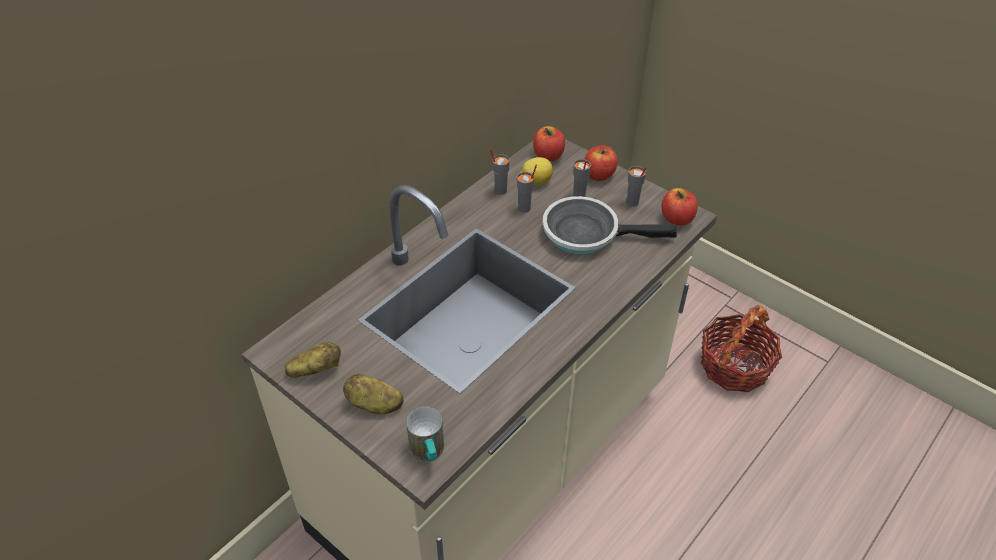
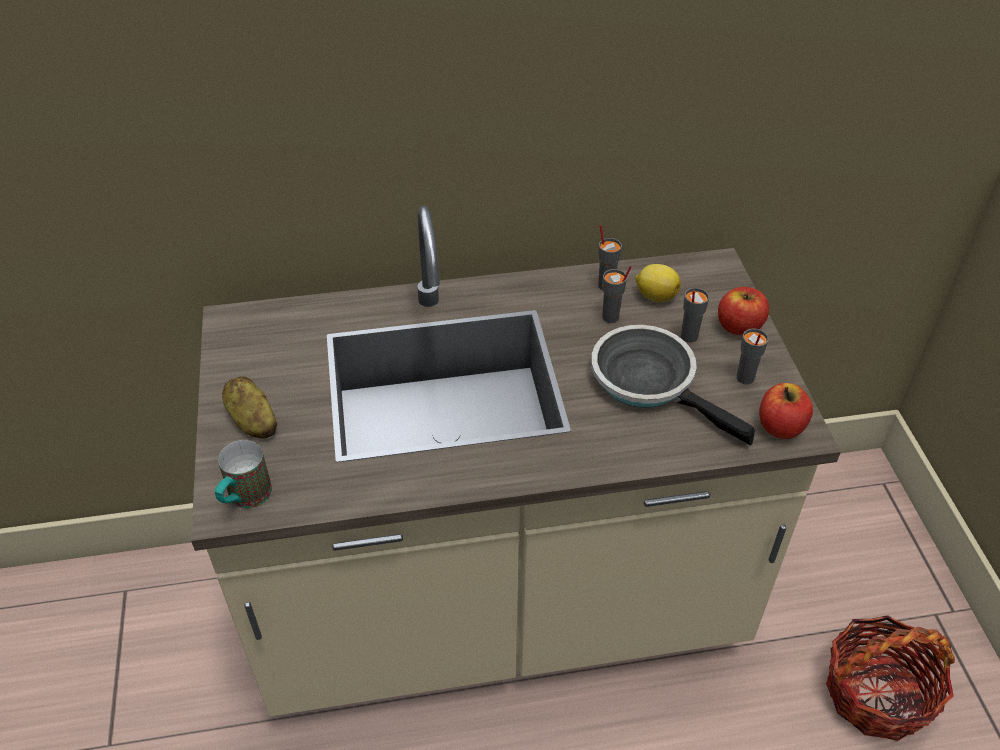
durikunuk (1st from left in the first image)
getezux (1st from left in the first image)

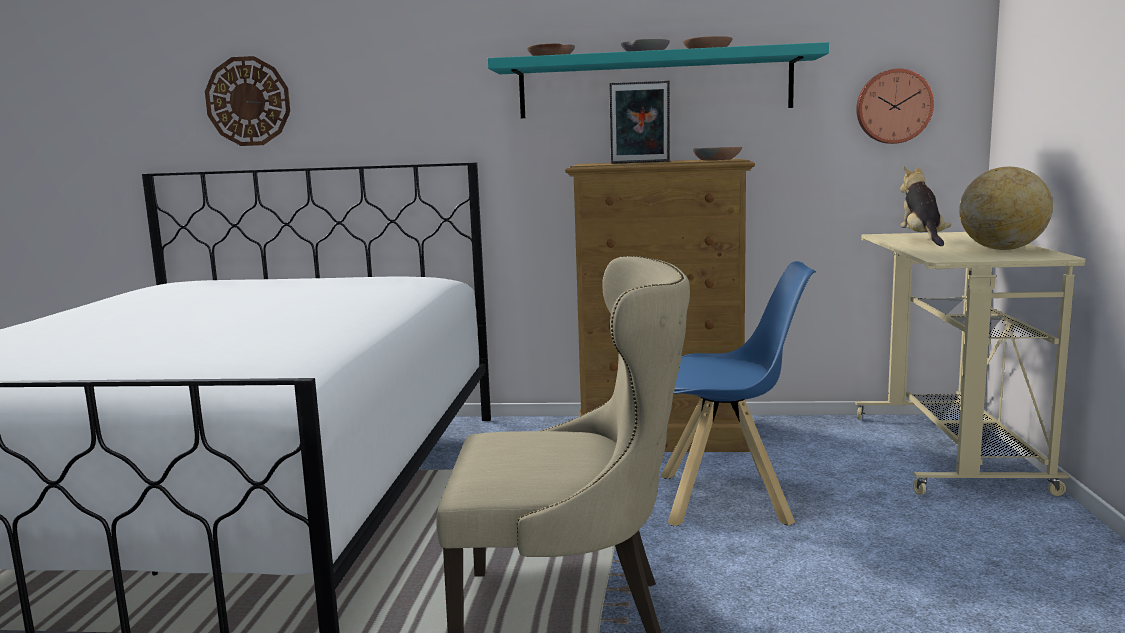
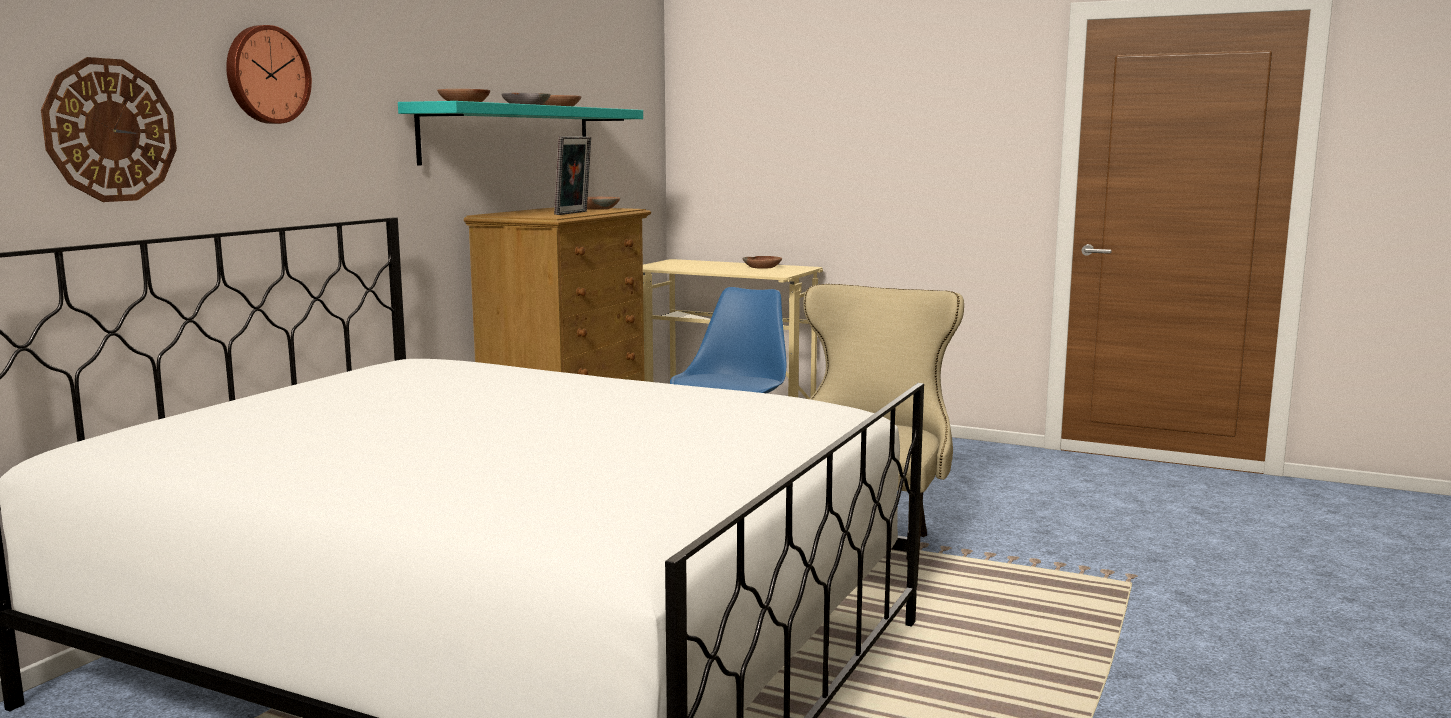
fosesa (2nd from left)
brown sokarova (4th from left)
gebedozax

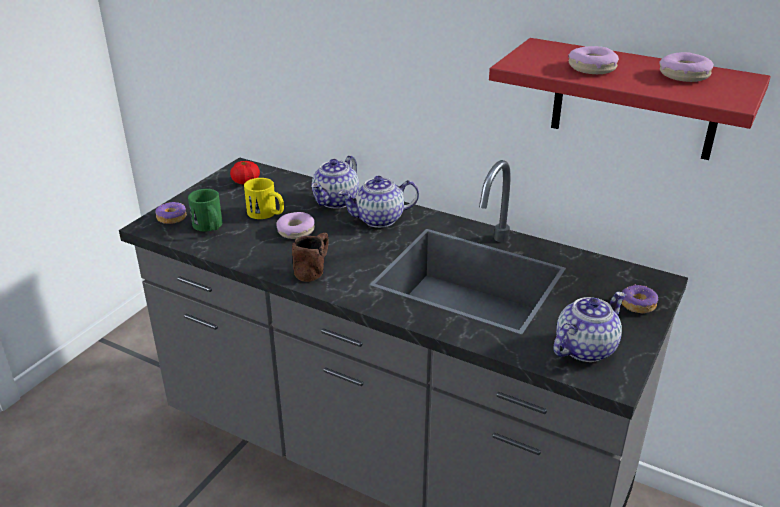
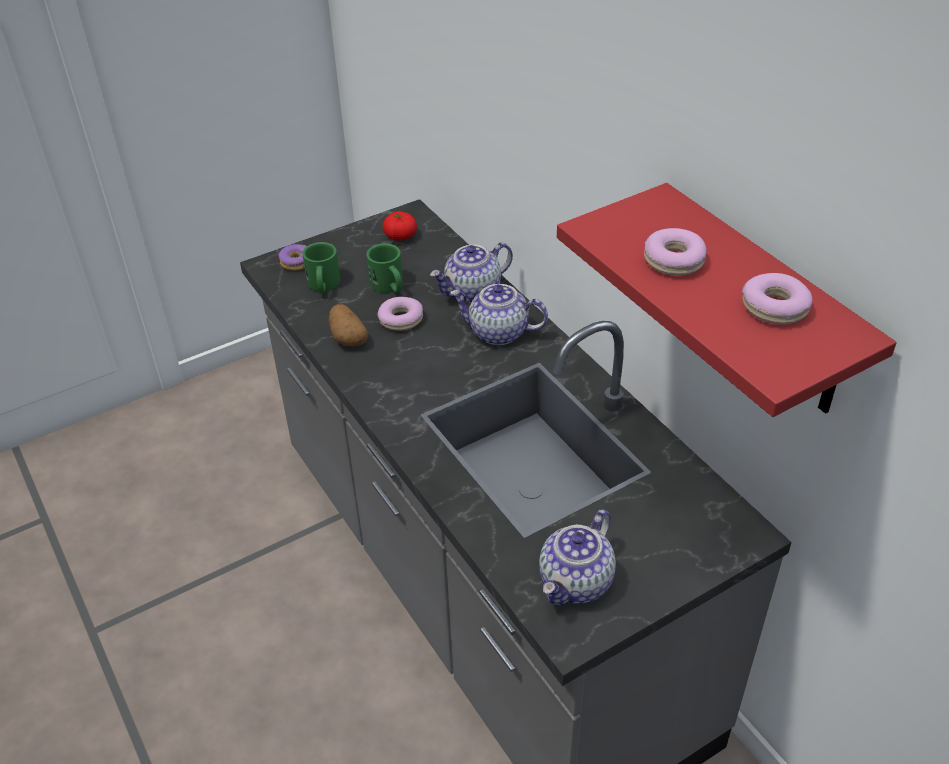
durikunuk
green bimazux (2nd from left)
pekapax (3rd from left)
brown bimazux
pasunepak (4th from left in the first image)

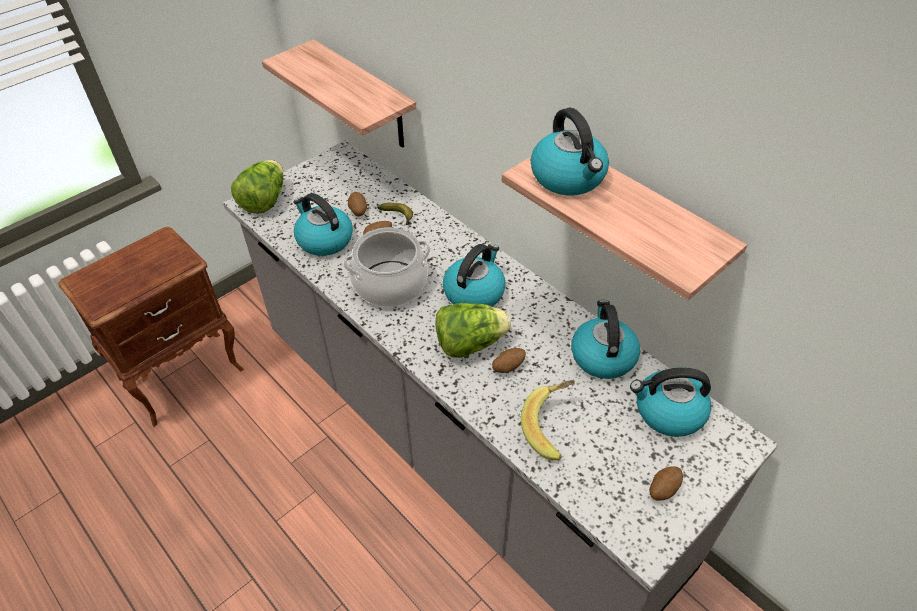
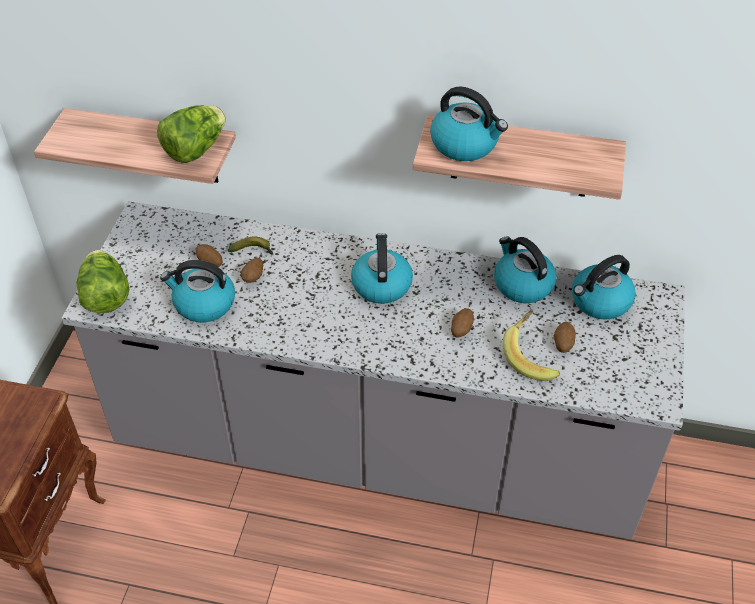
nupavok (2nd from left)
durikunuk (4th from left)
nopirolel

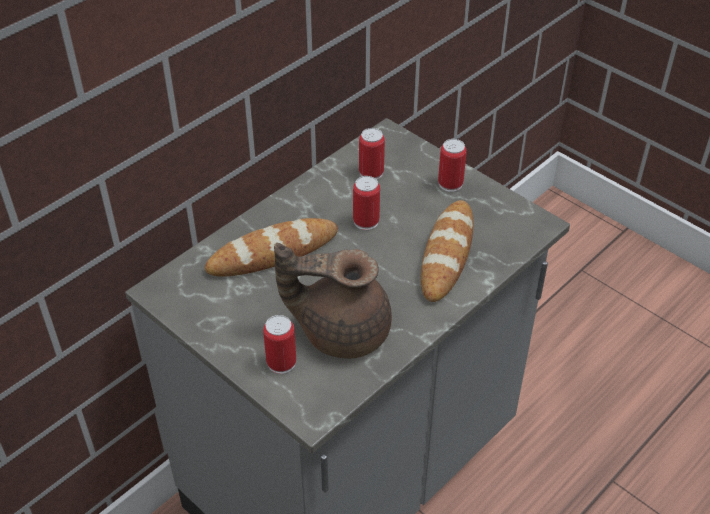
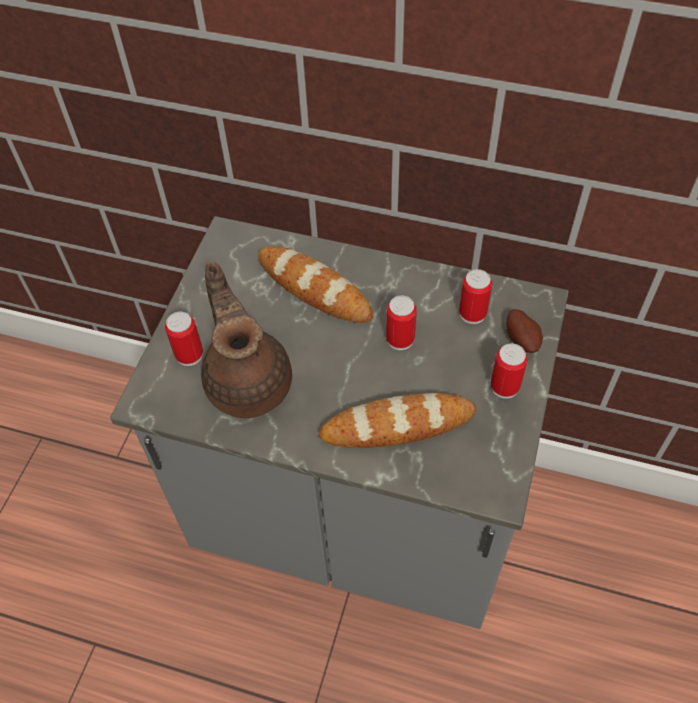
durikunuk

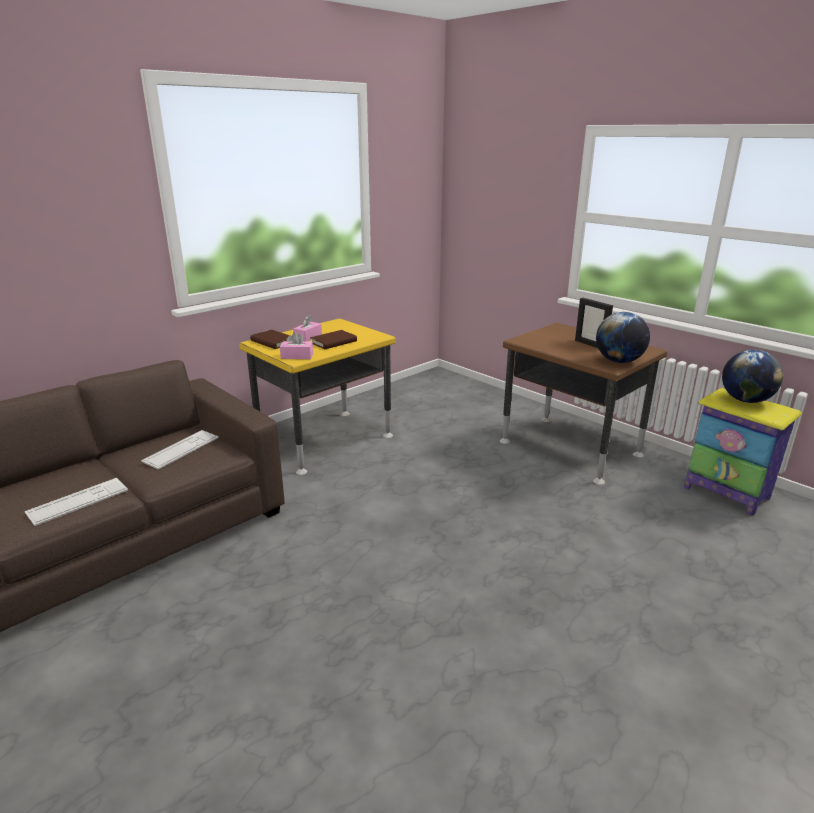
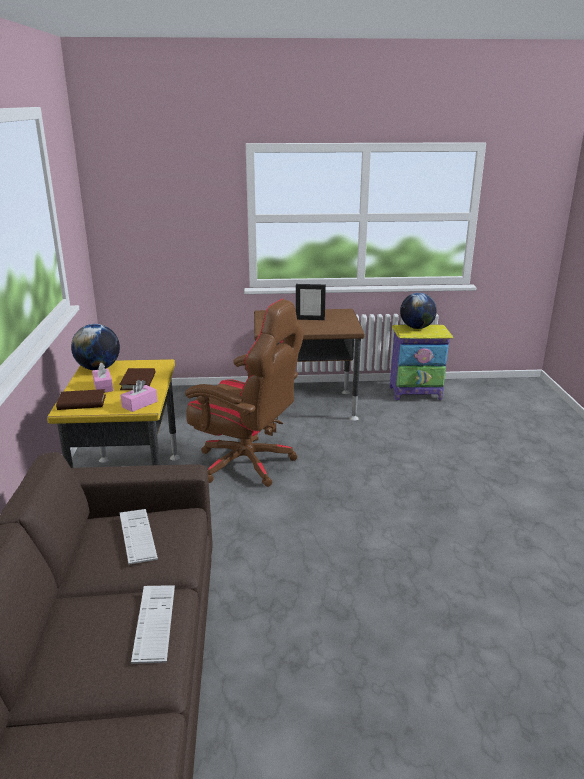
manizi (1st from left)
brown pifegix

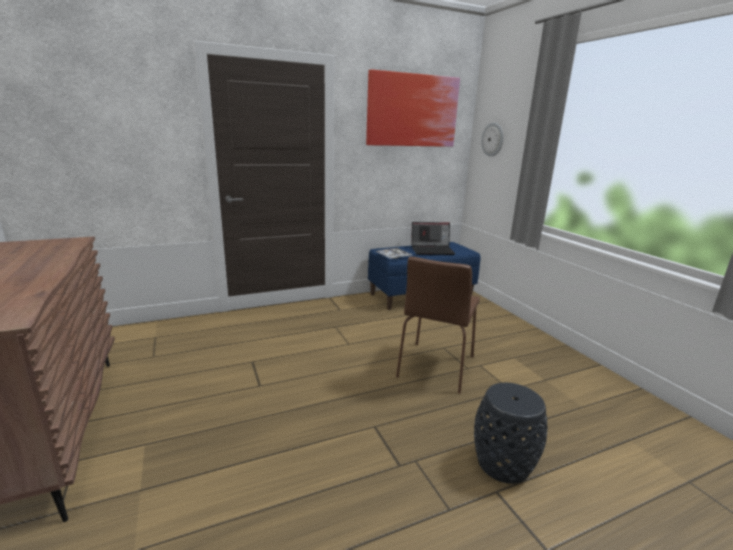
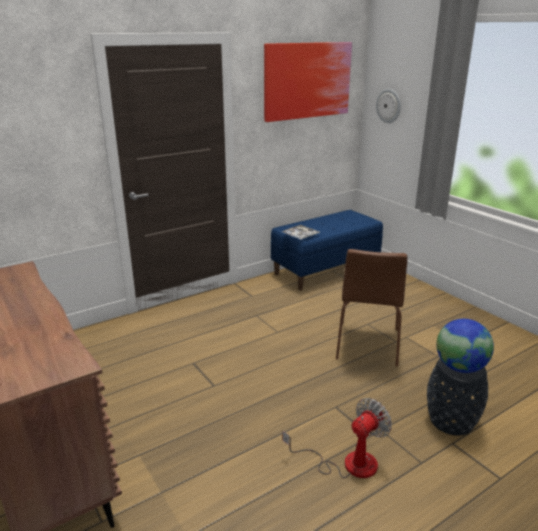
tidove
manizi
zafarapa

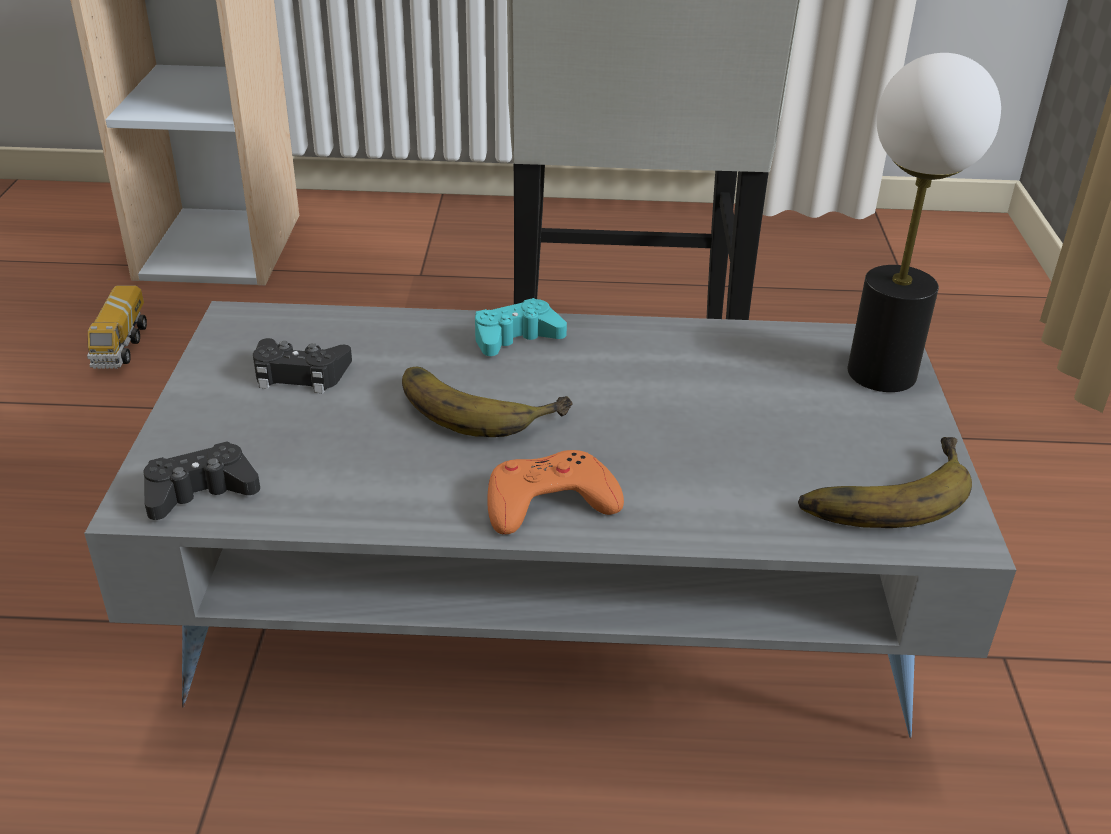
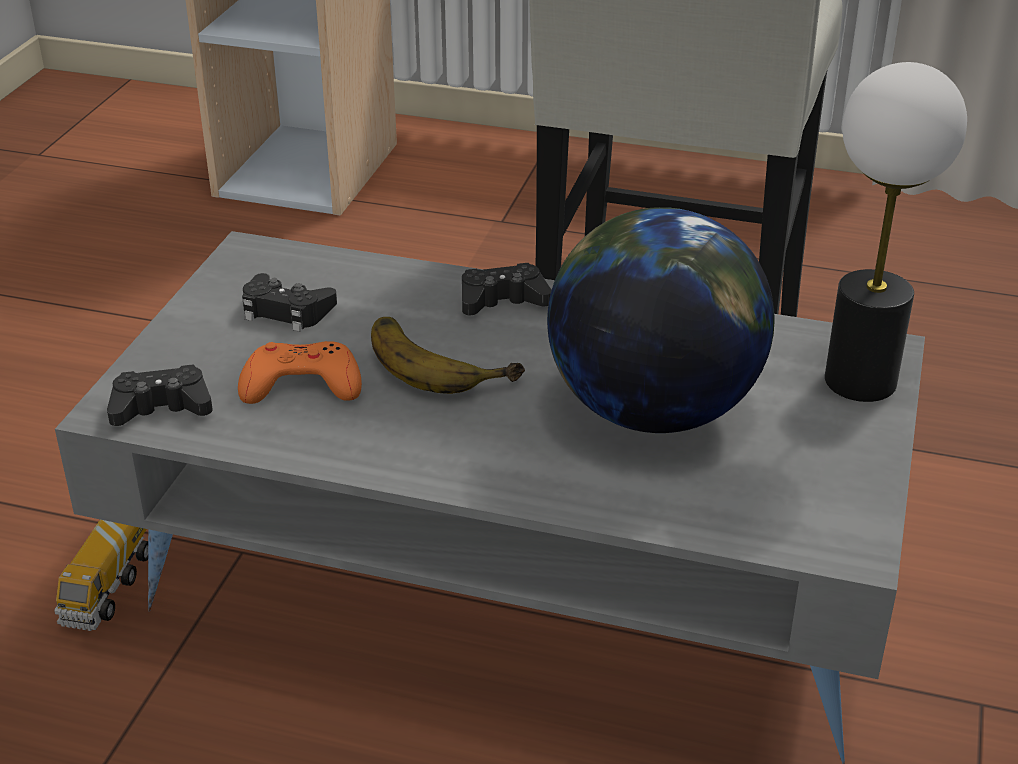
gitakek
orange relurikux
black relurikux (3rd from left)
manizi
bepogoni (2nd from left in the first image)

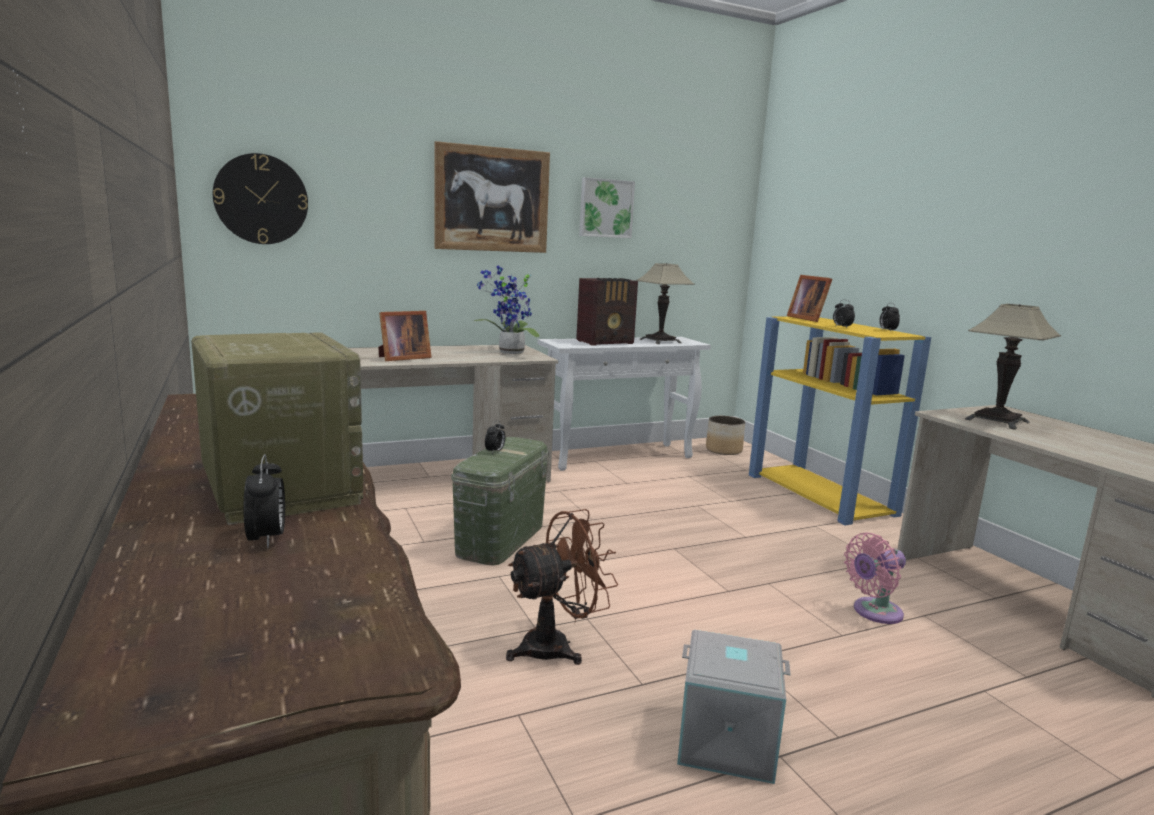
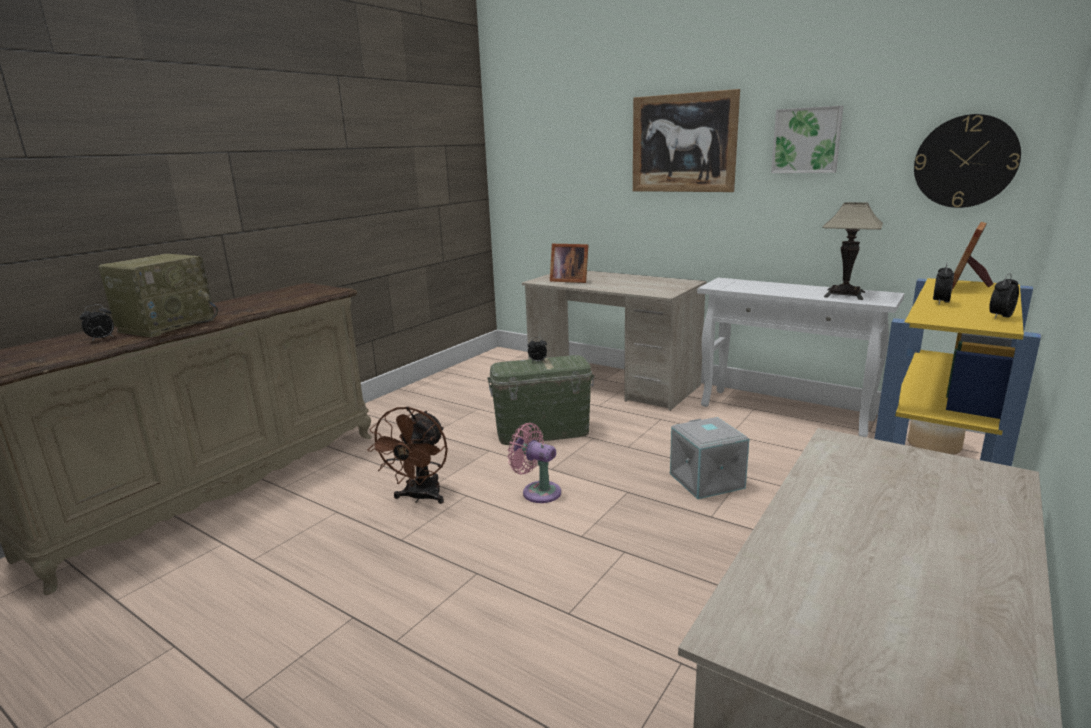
brown tidove
pink tidove
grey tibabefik
fosesa
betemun
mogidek (2nd from left in the first image)
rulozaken (2nd from left in the first image)

